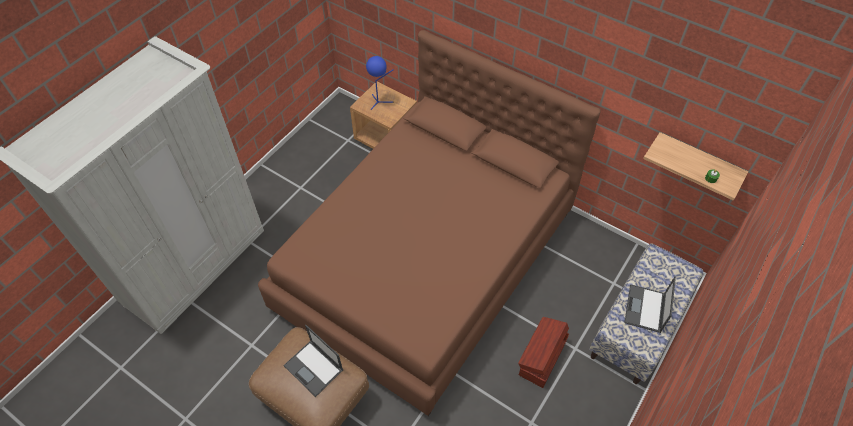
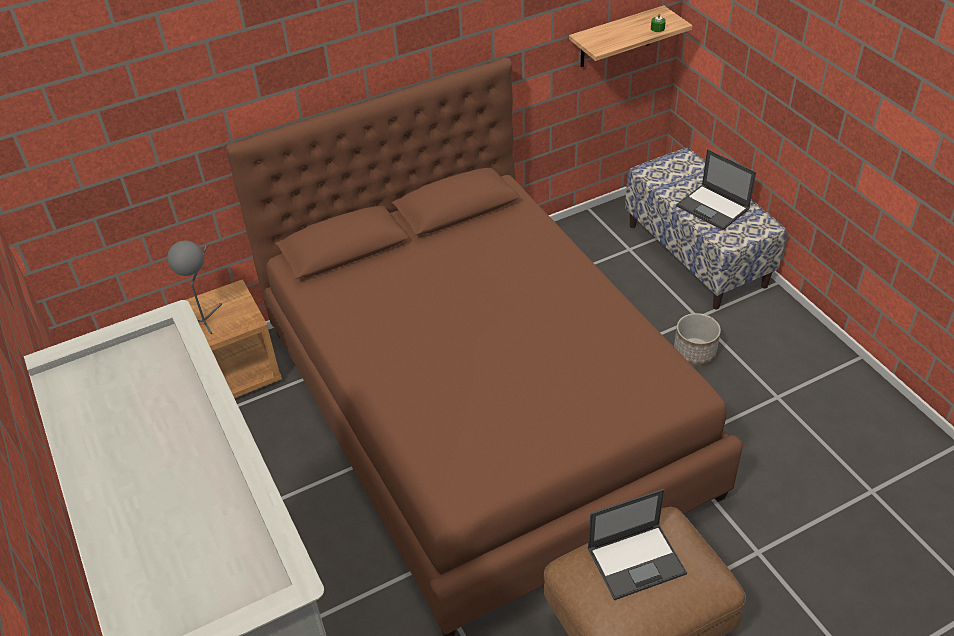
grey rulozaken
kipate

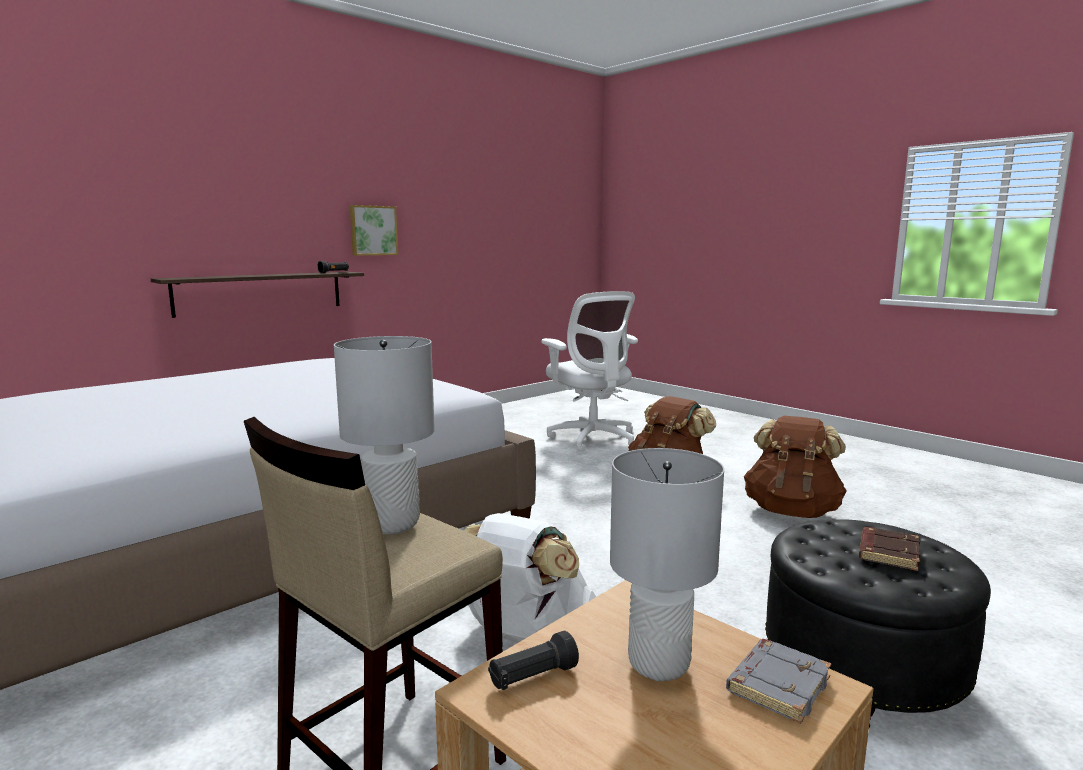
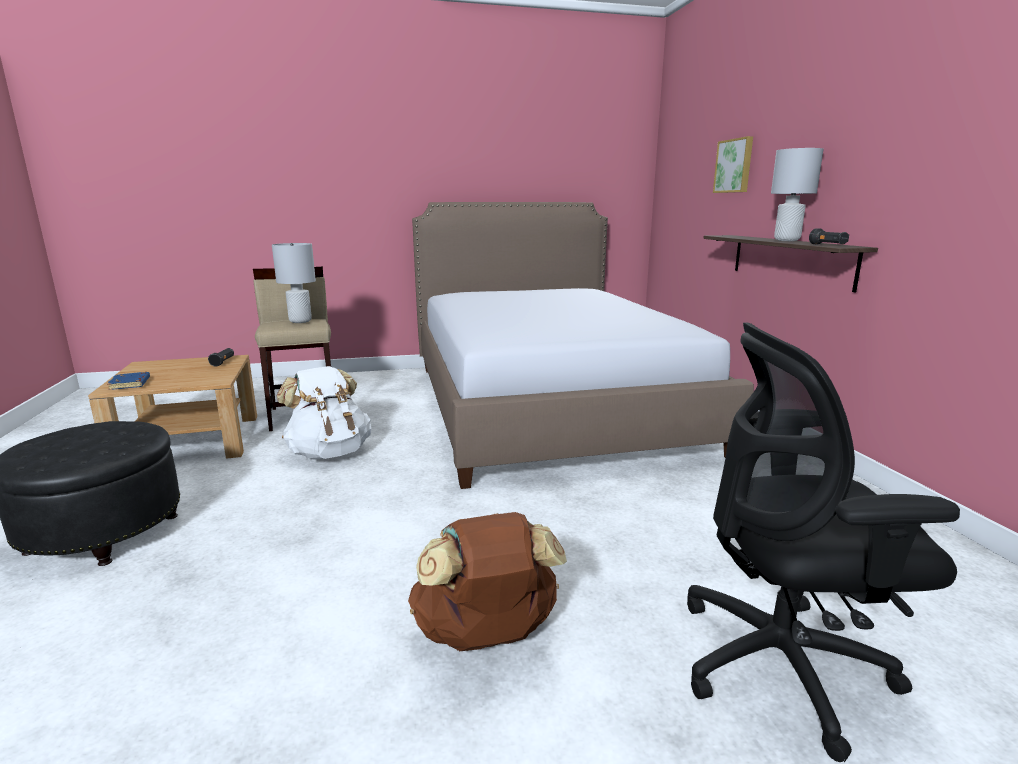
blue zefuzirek
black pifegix
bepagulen
grey rulozaken (2nd from left)
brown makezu (2nd from left in the first image)
brown zefuzirek

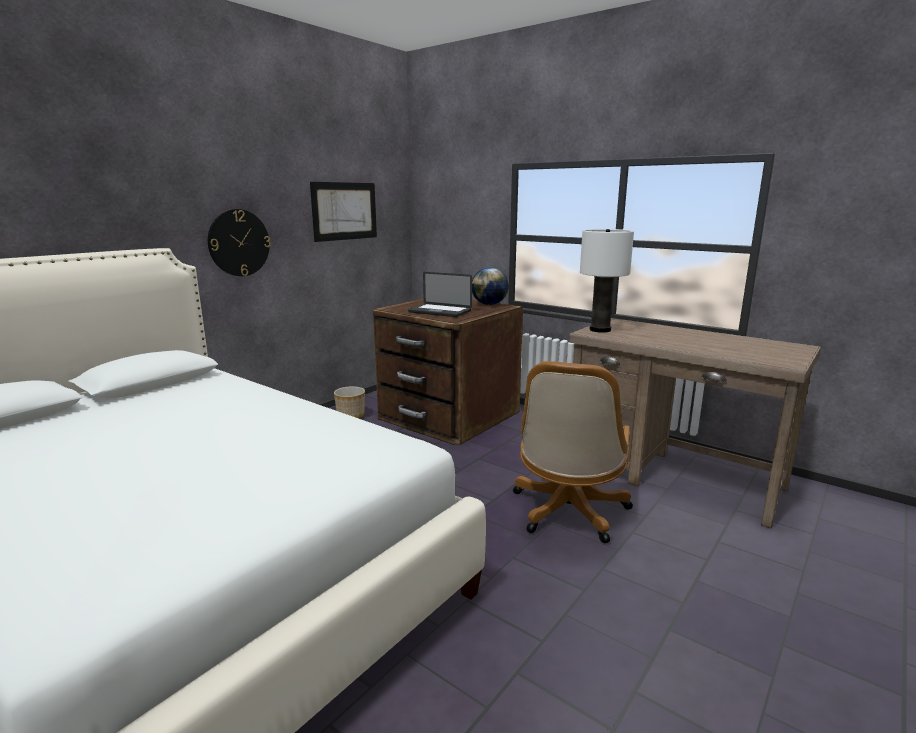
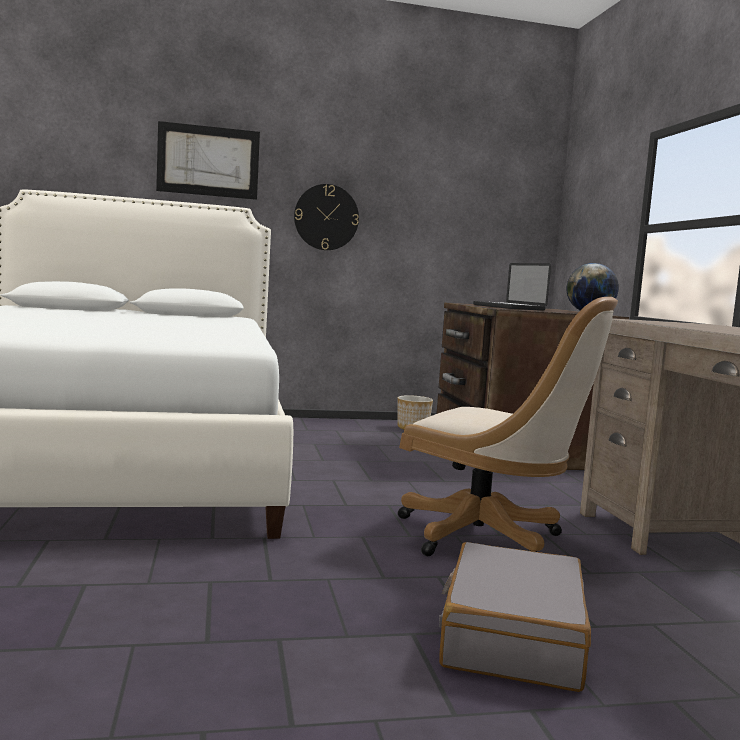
bepagulen
pifegix
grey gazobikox
white rulozaken

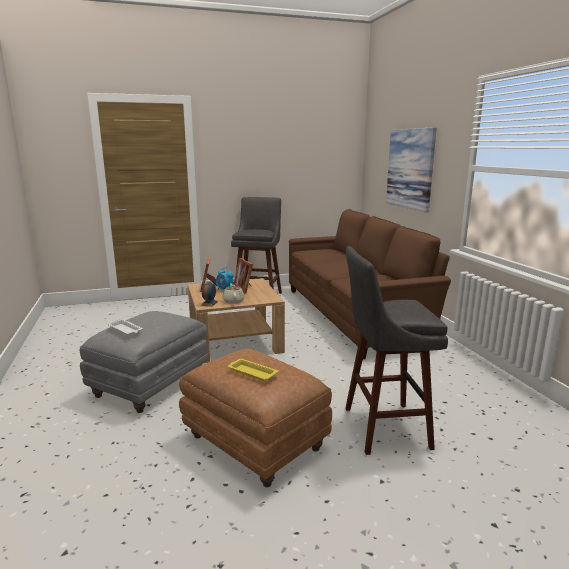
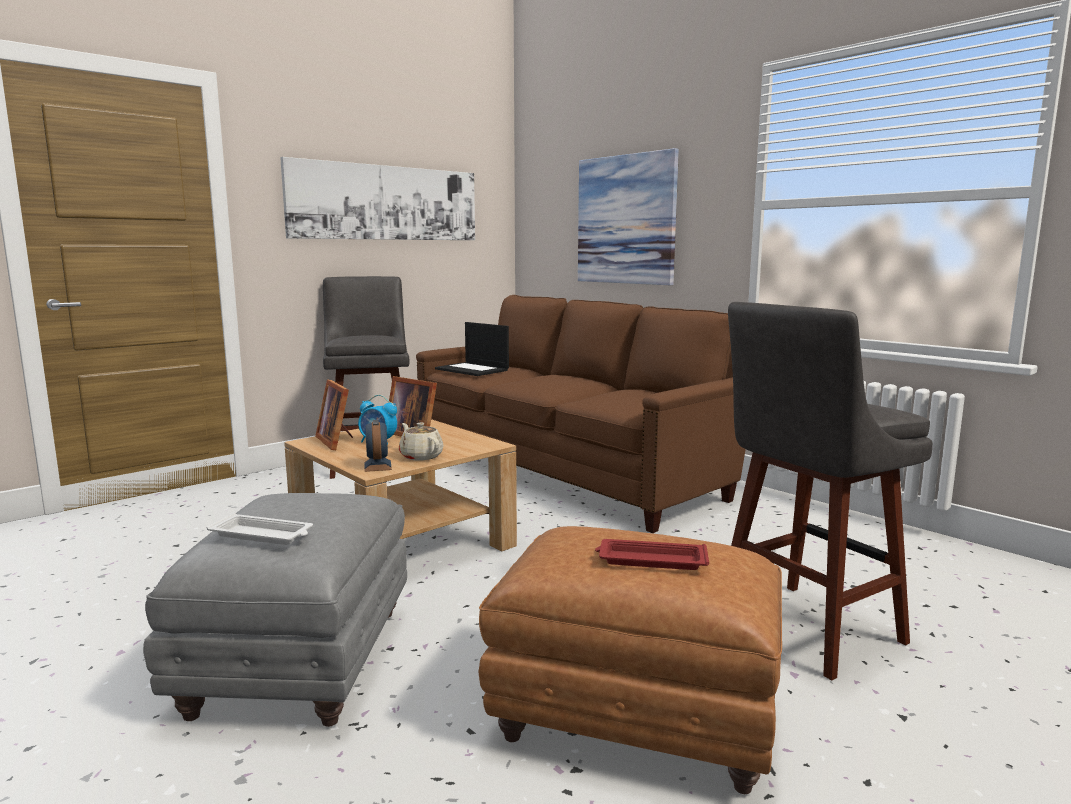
bepagulen (1st from left)
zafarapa
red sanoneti

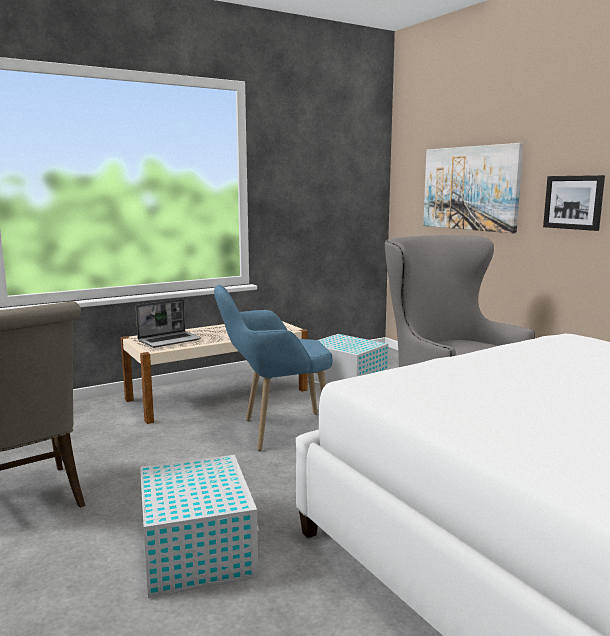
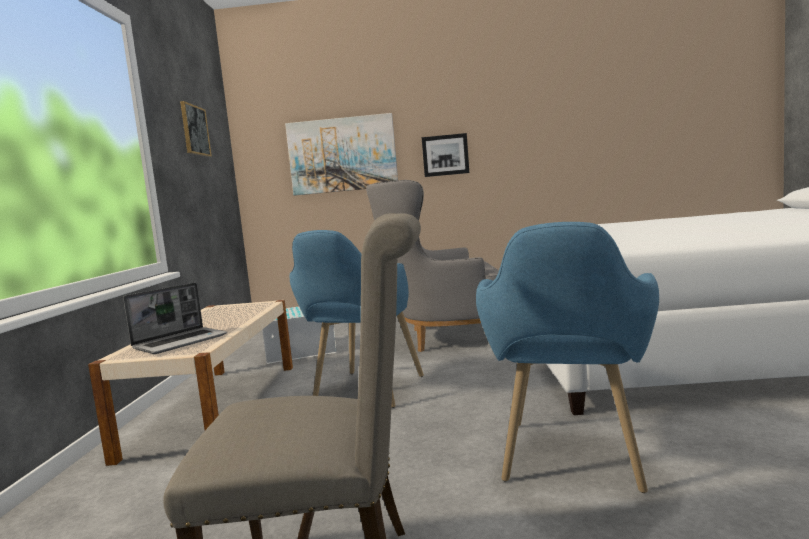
zafarapa
bepagulen (1st from left)
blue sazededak (2nd from left)

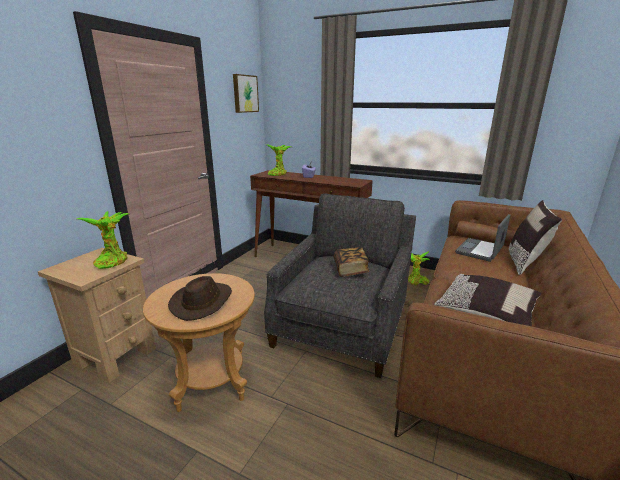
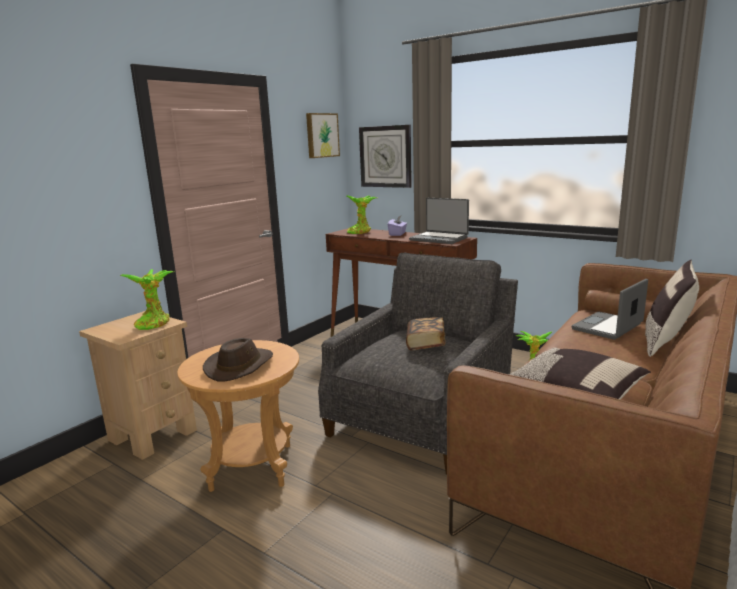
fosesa
zafarapa (1st from left)

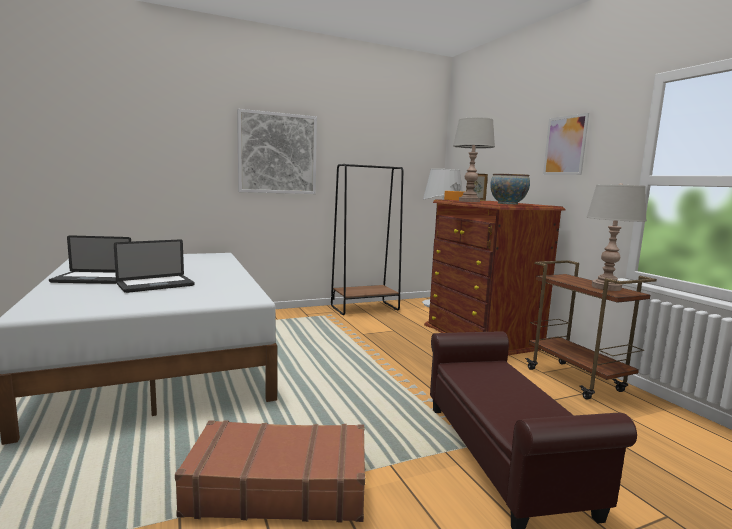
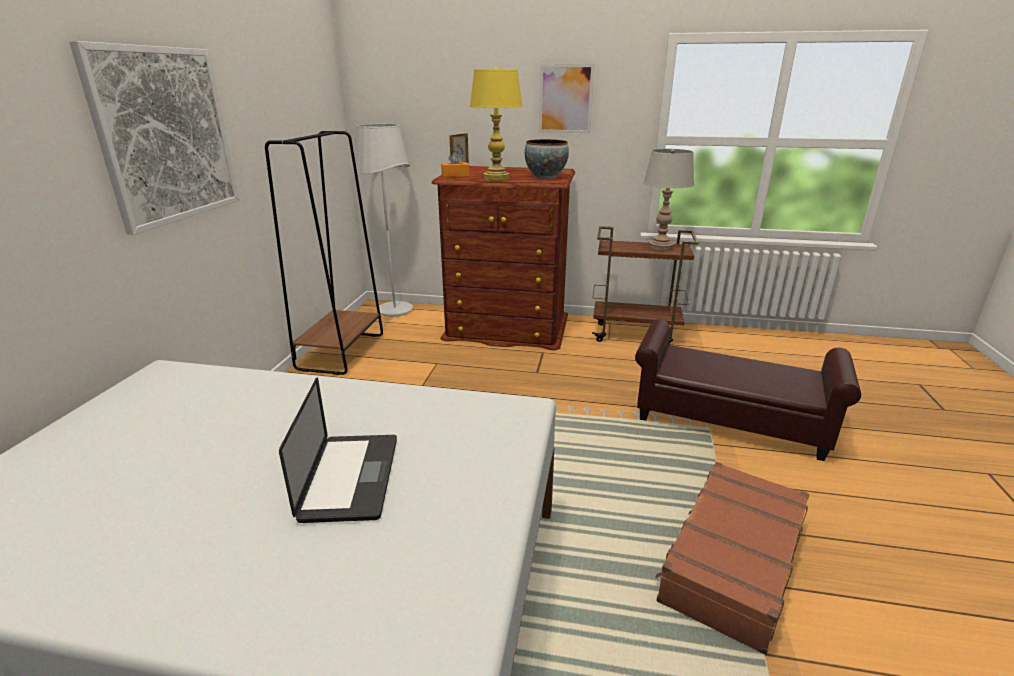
yellow rulozaken
zafarapa (1st from left in the first image)

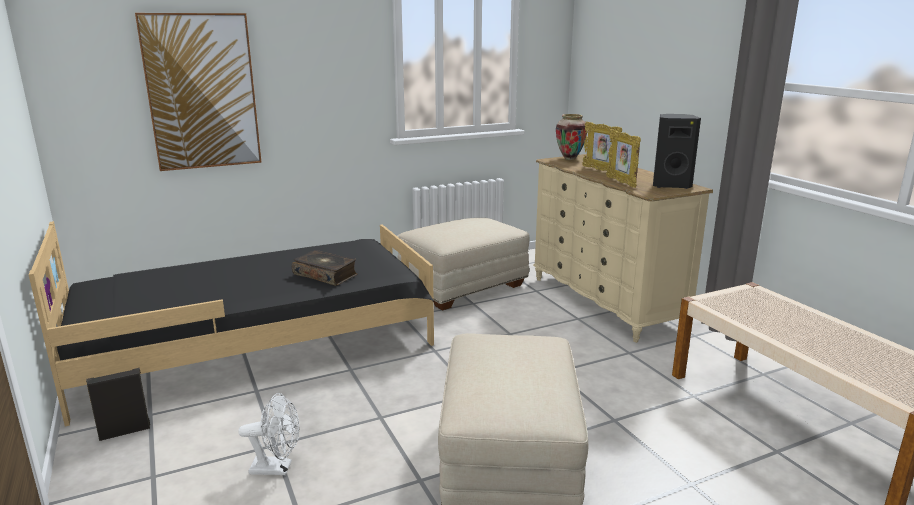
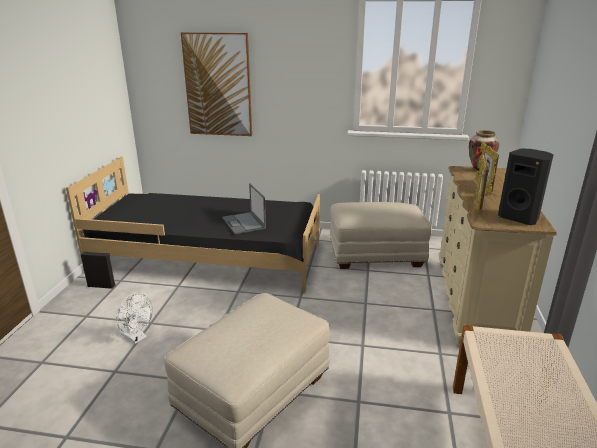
zafarapa

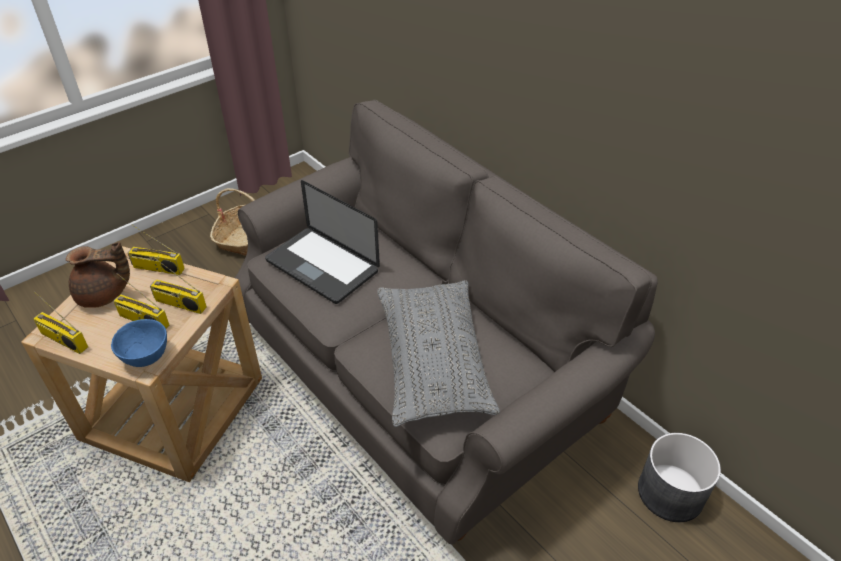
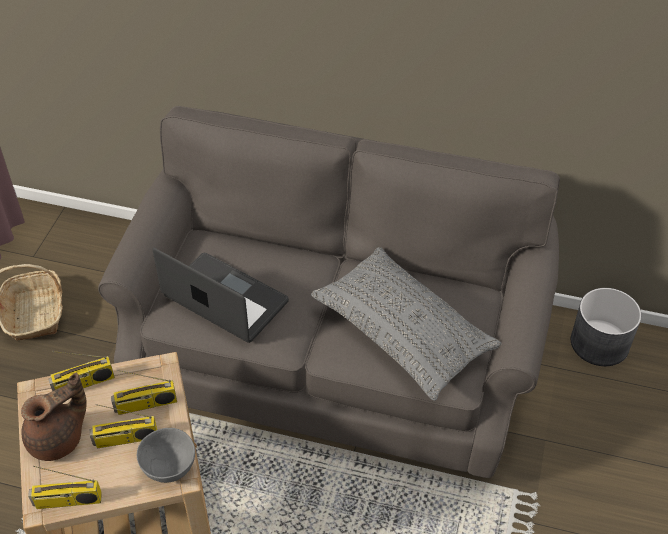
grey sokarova
zafarapa

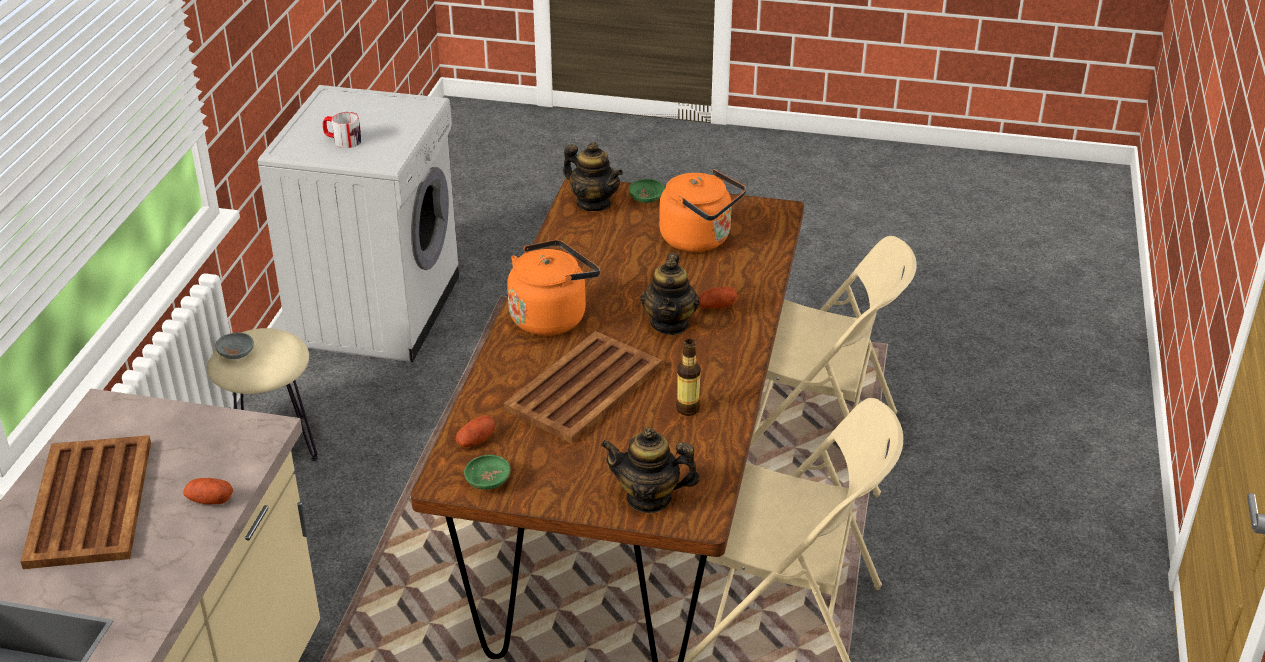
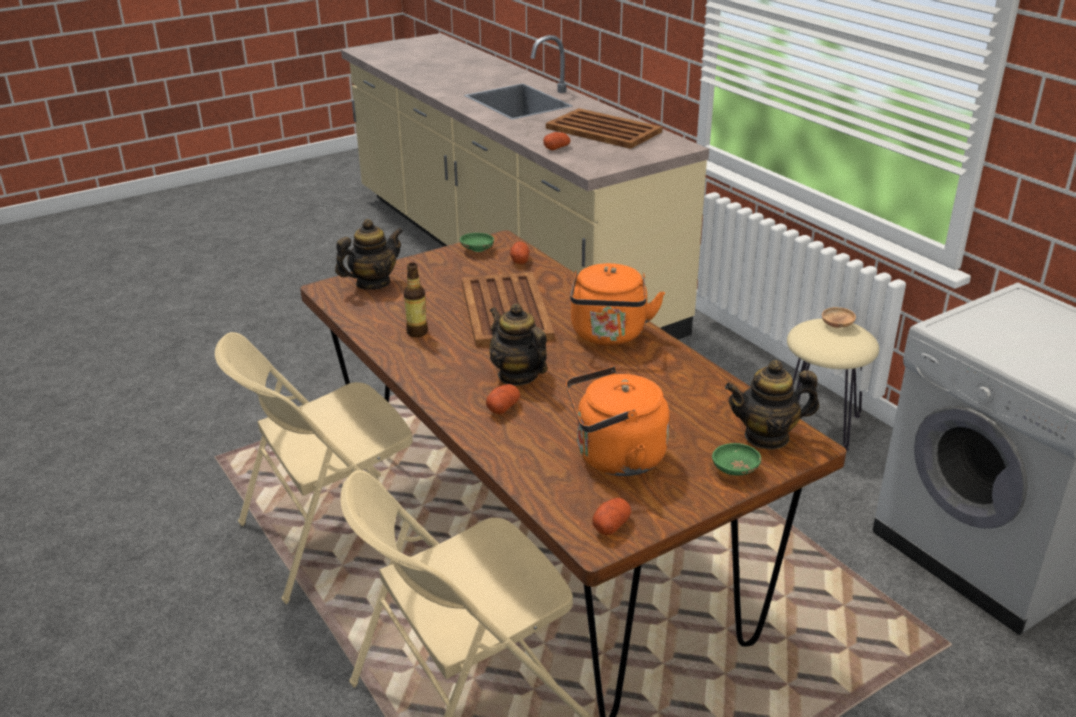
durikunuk (4th from left)
brown sokarova
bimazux

